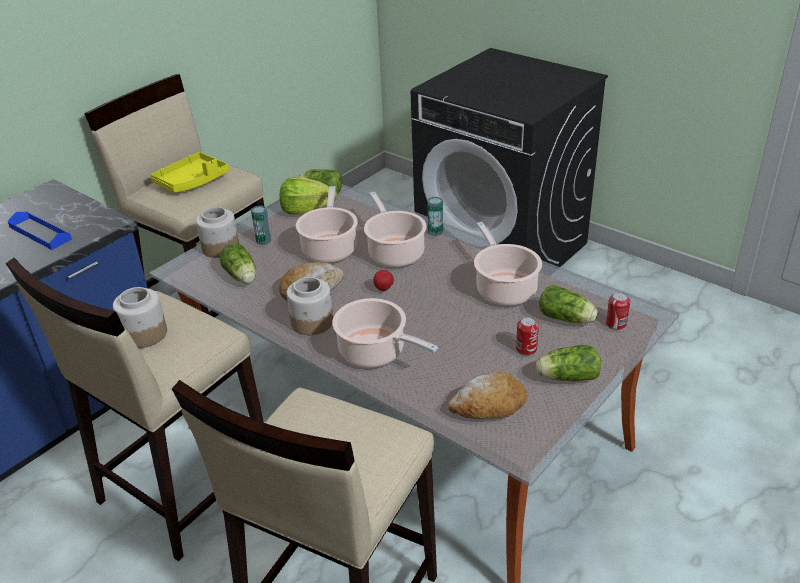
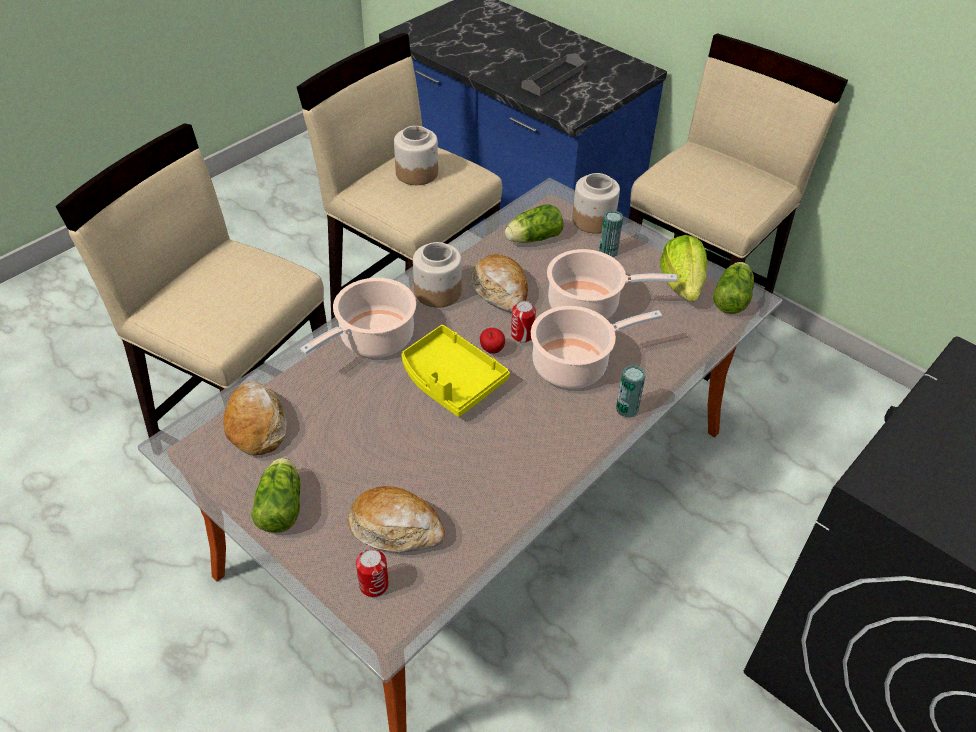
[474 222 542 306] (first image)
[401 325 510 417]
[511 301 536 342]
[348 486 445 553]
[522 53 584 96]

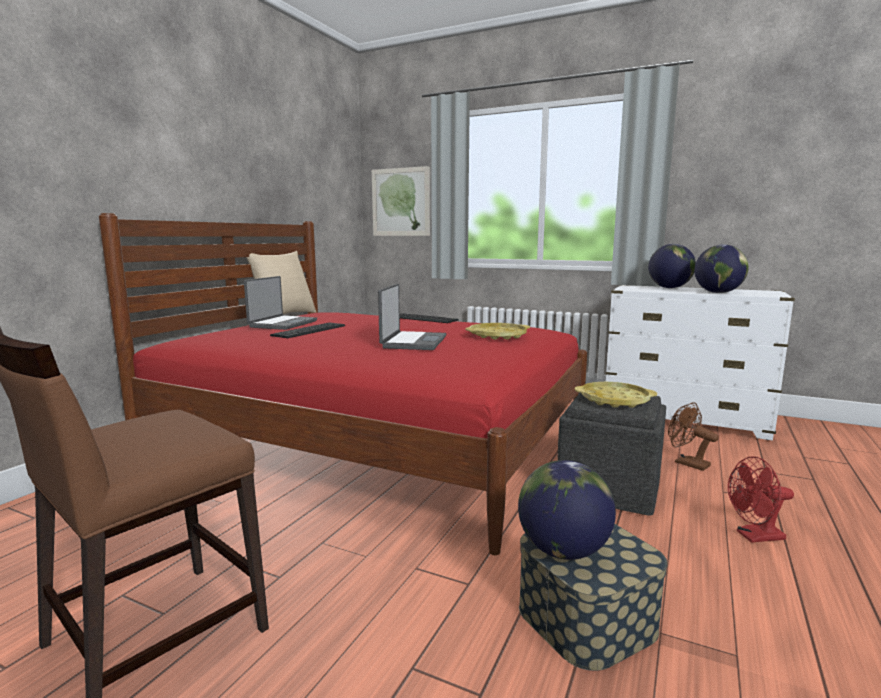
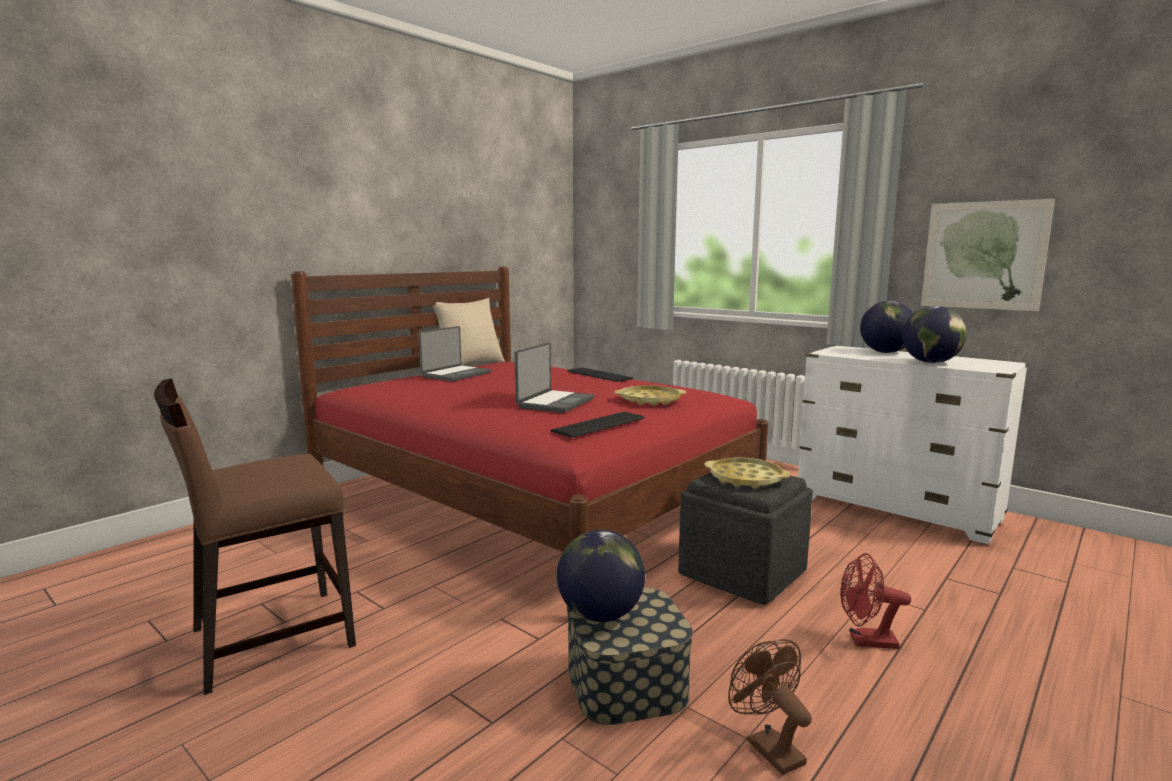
[550 412 644 438]
[921 199 1055 311]
[728 639 812 775]

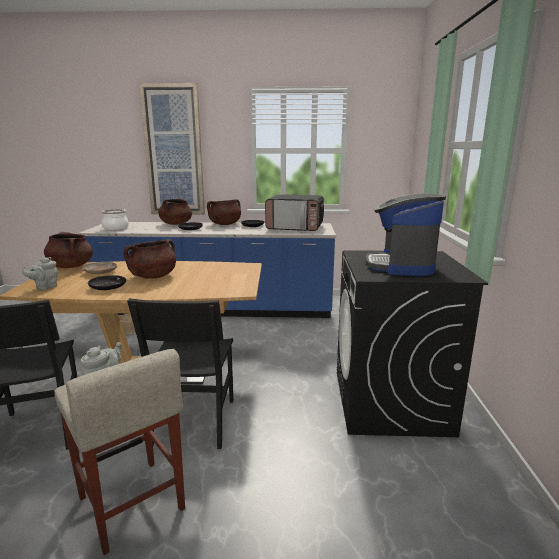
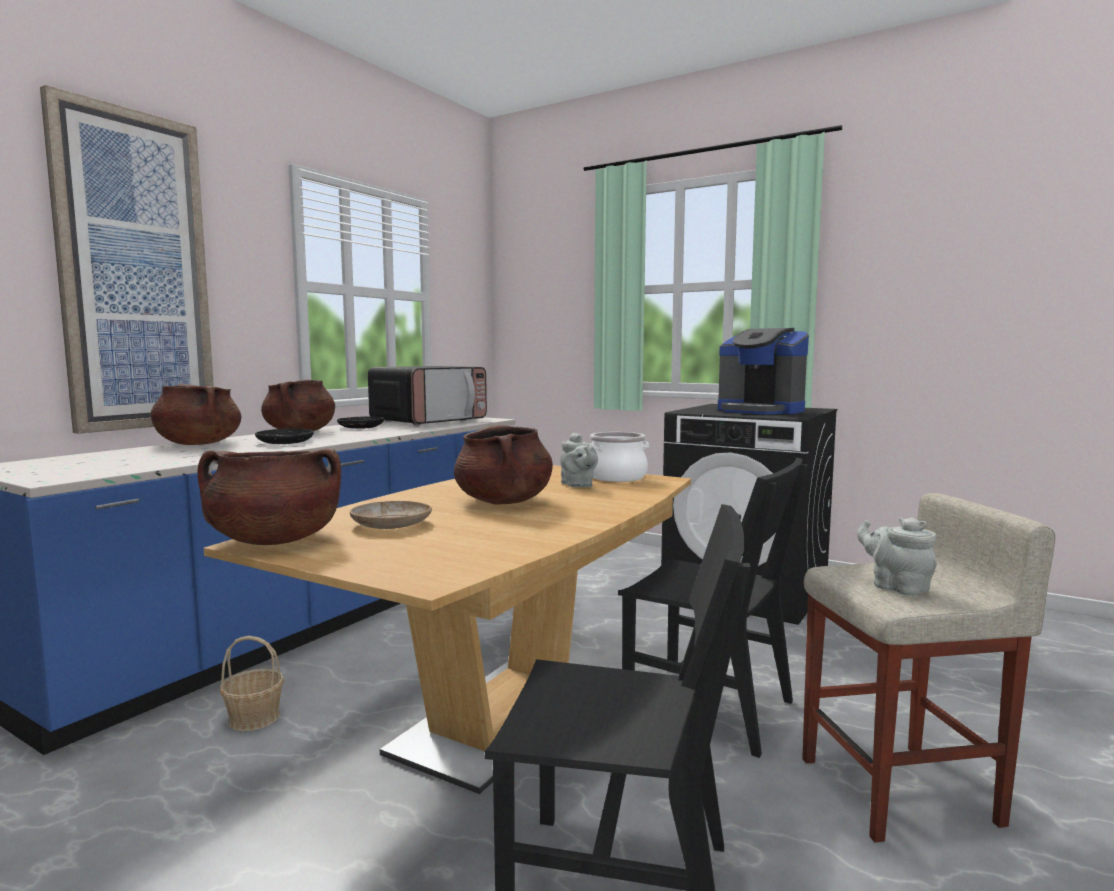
[88 275 126 290] (first image)
[560 433 598 487]
[588 432 649 482]

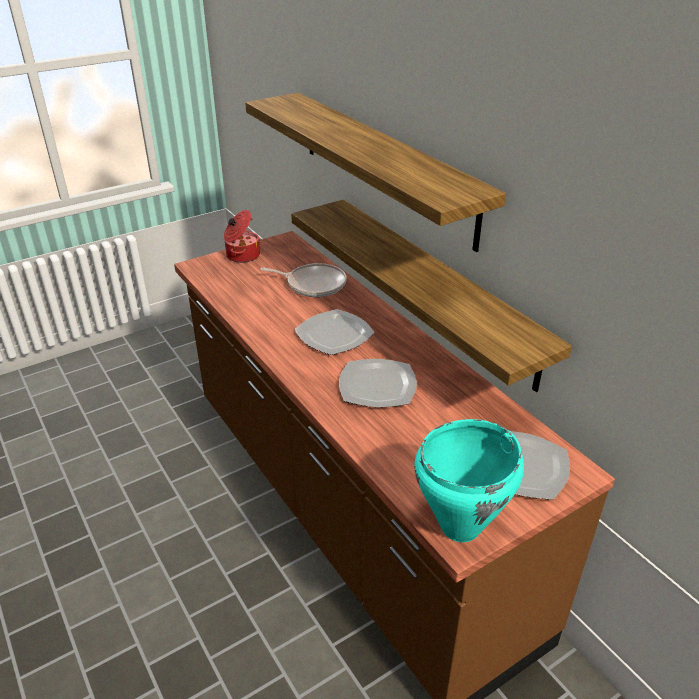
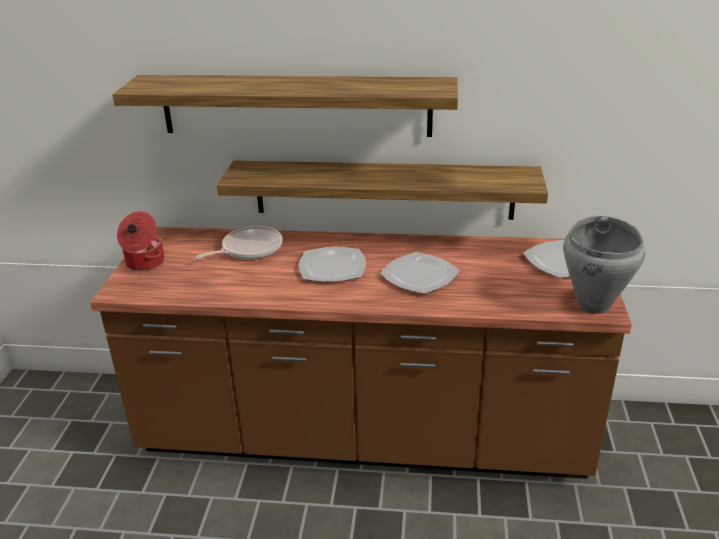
[563 216 645 314]

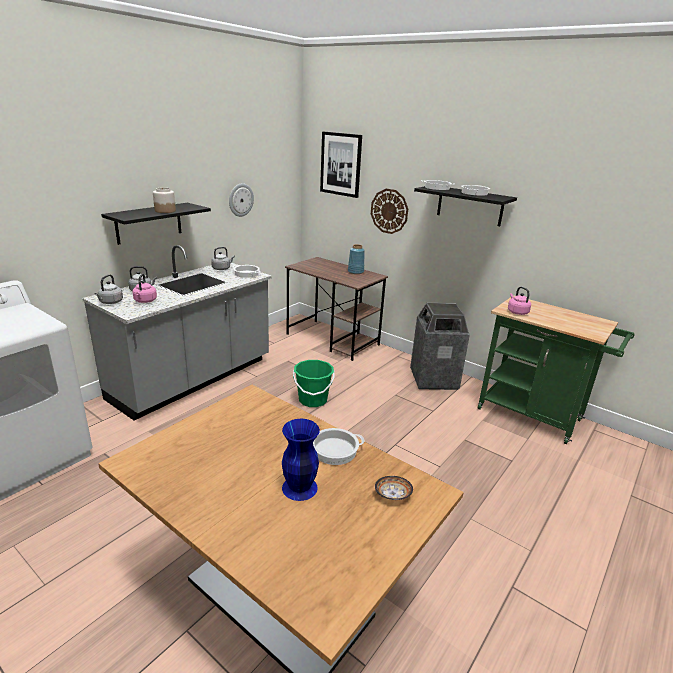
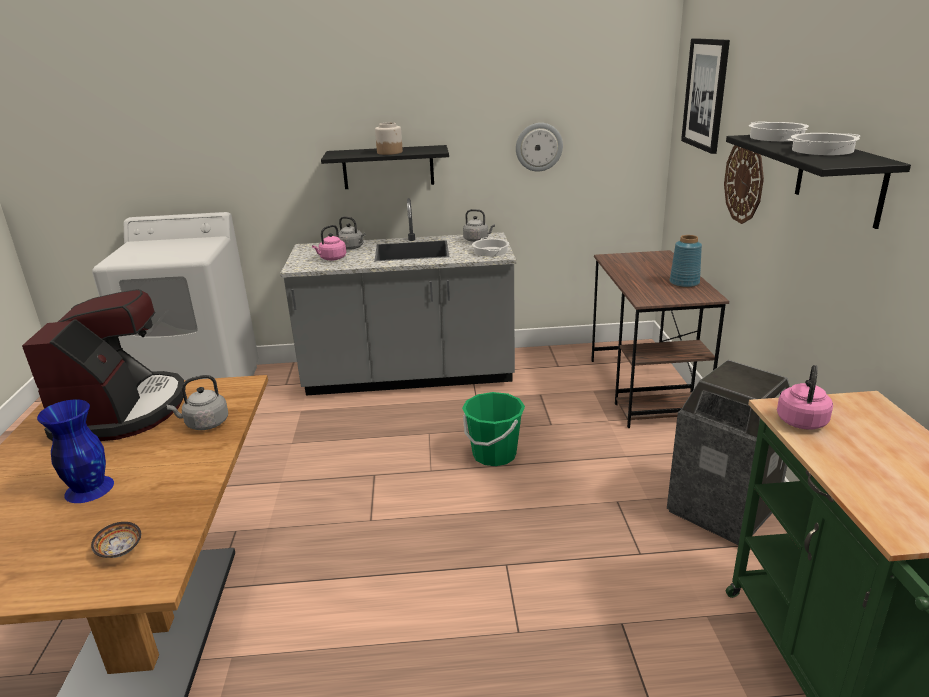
[313 428 365 465] (first image)
[22 289 186 441]
[166 375 228 430]

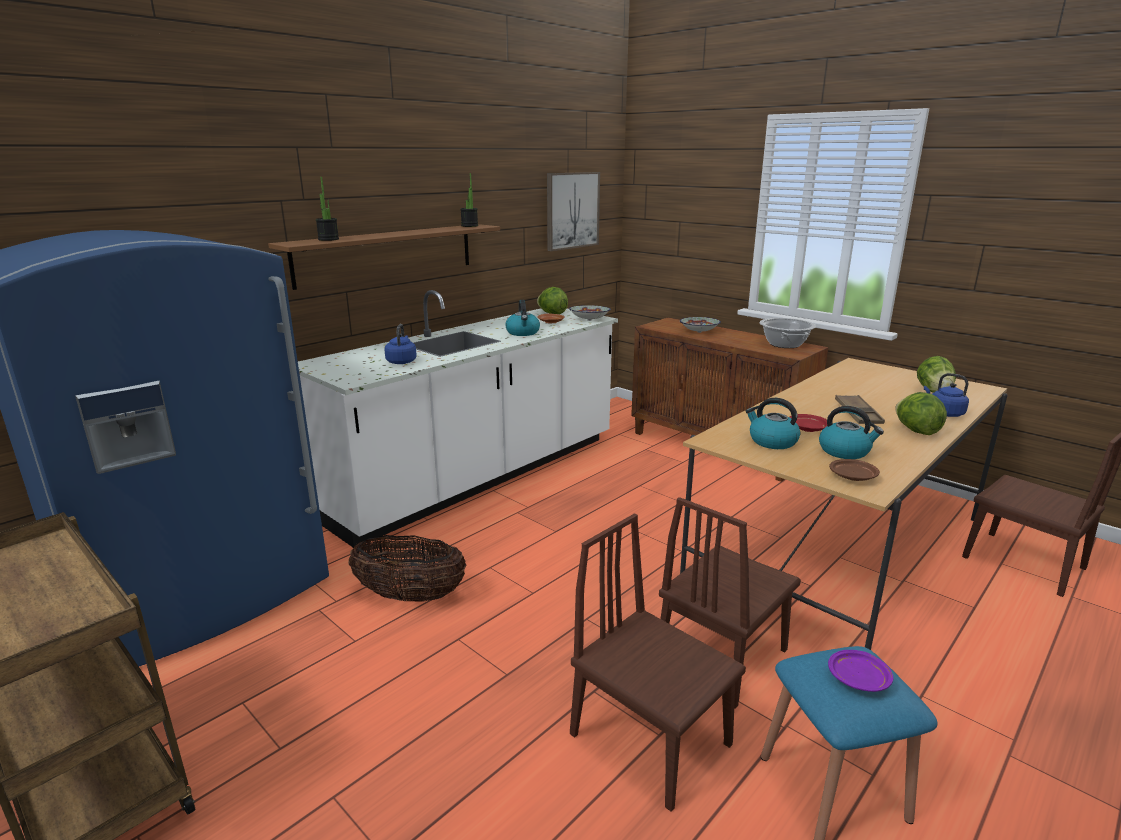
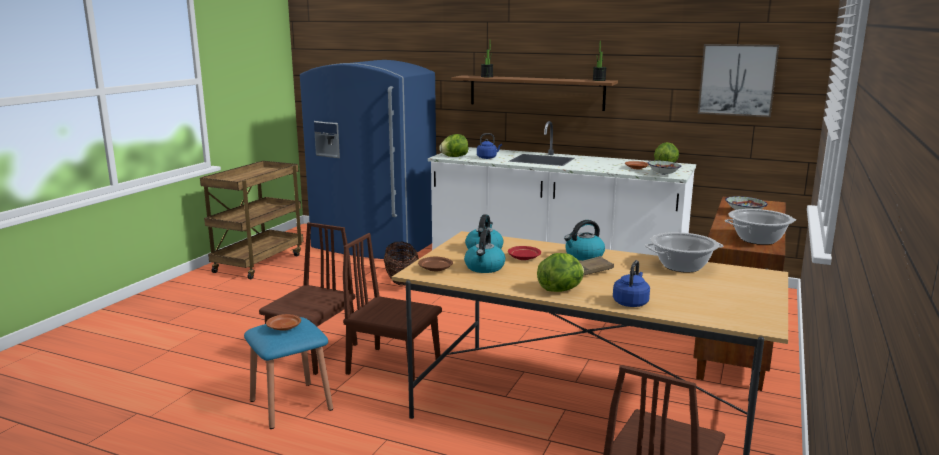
[645 232 723 273]
[564 220 605 261]
[439 134 469 157]
[266 314 301 331]

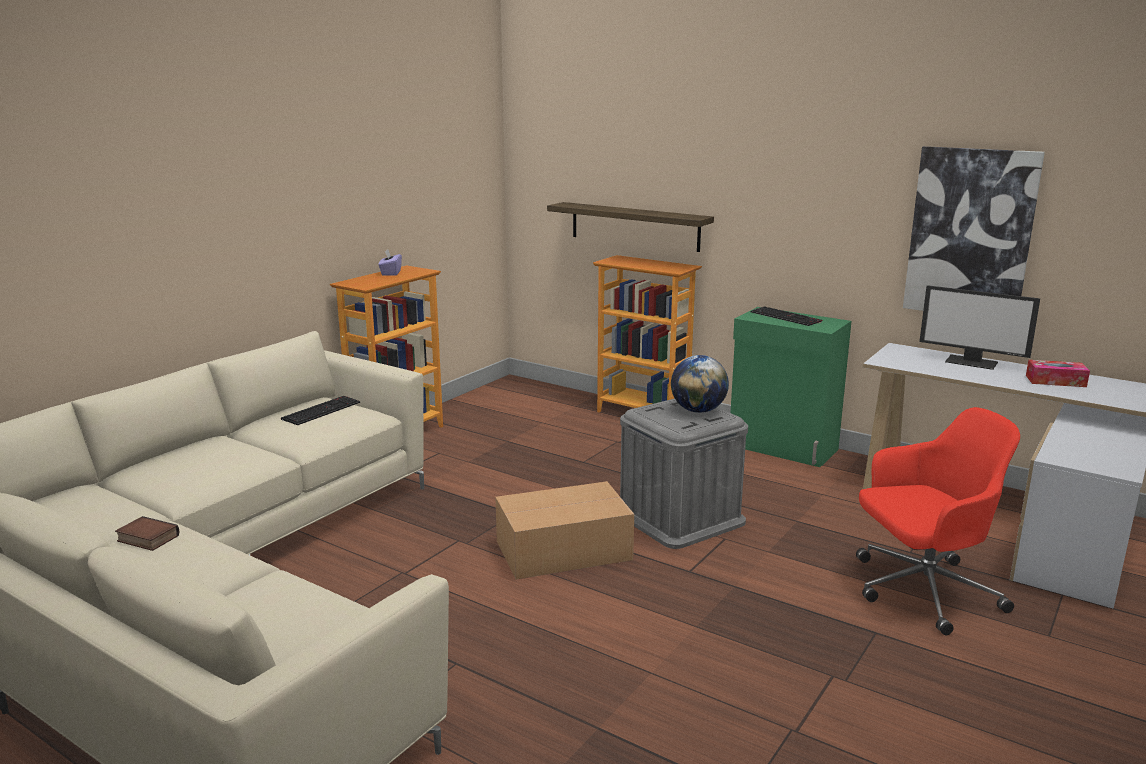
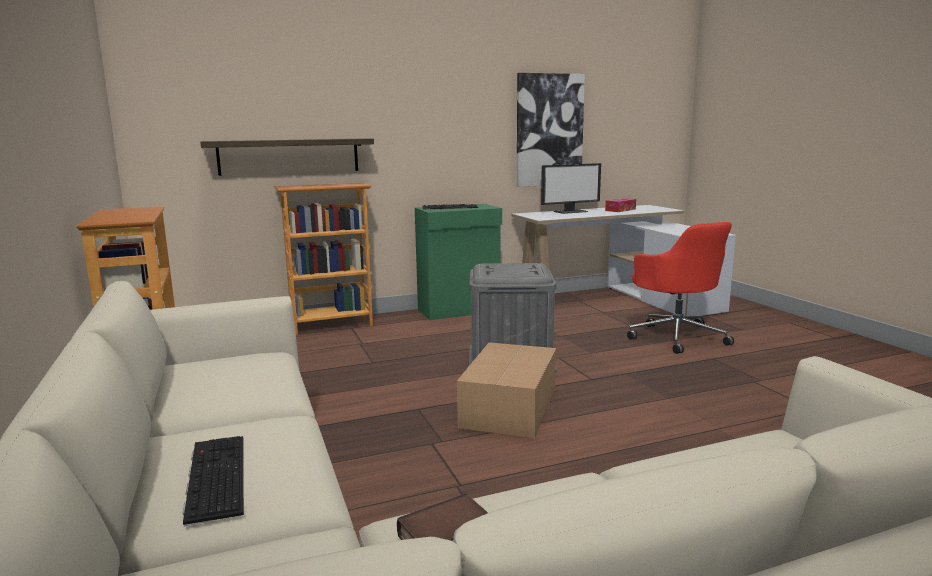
[378 249 402 276] (first image)
[671 355 729 413] (first image)
[182 436 244 527]
[627 222 734 354]

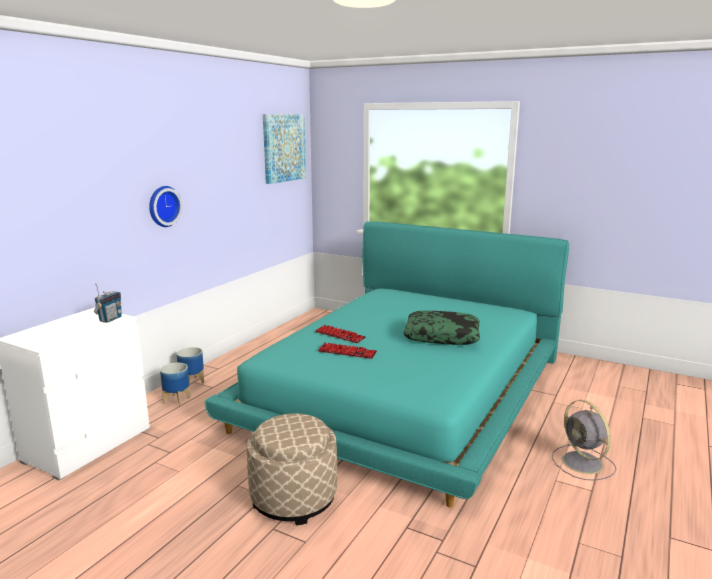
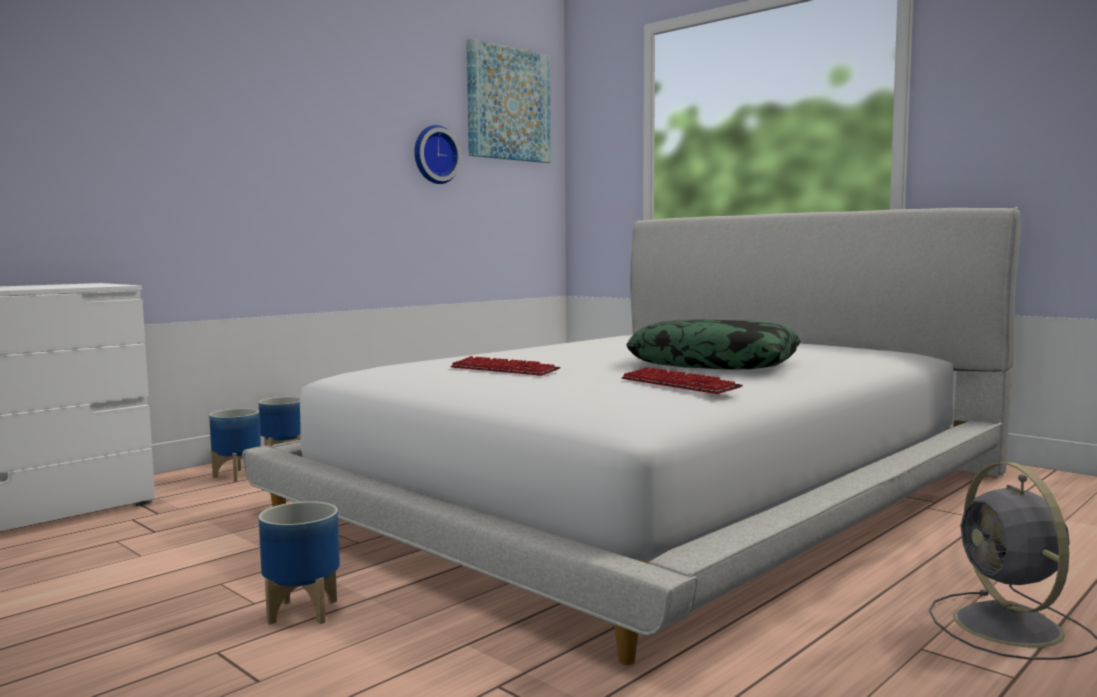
[94 283 122 323] (first image)
[414 125 462 184]
[621 367 742 394]
[259 501 340 625]
[242 207 1021 665]

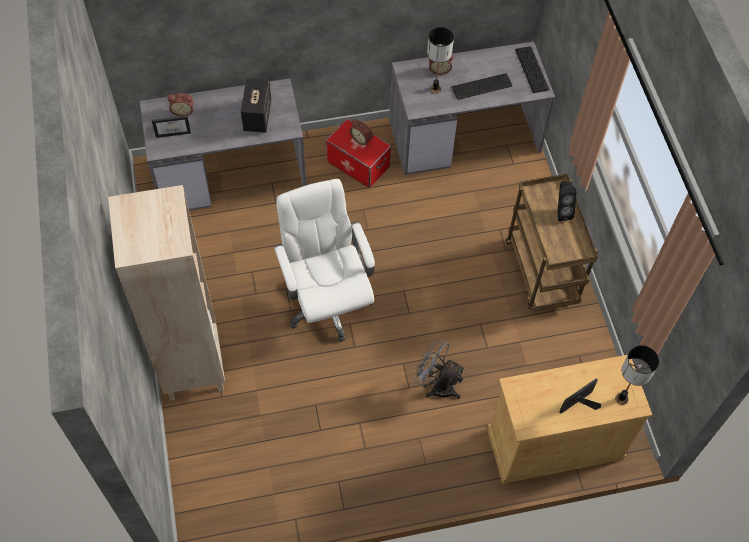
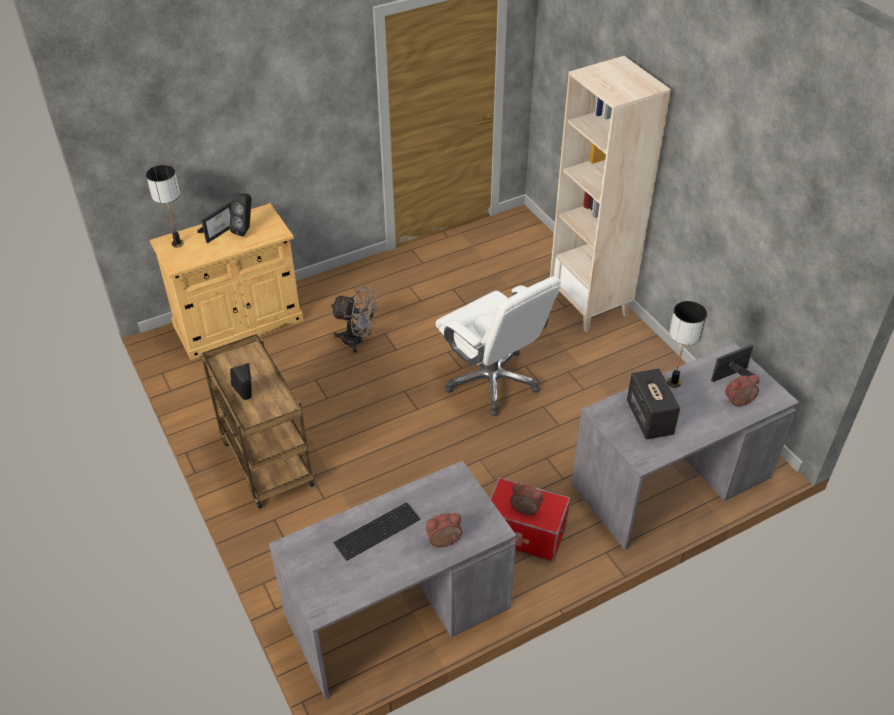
[515 46 550 93] (first image)
[229 194 252 237]
[667 301 707 388]

